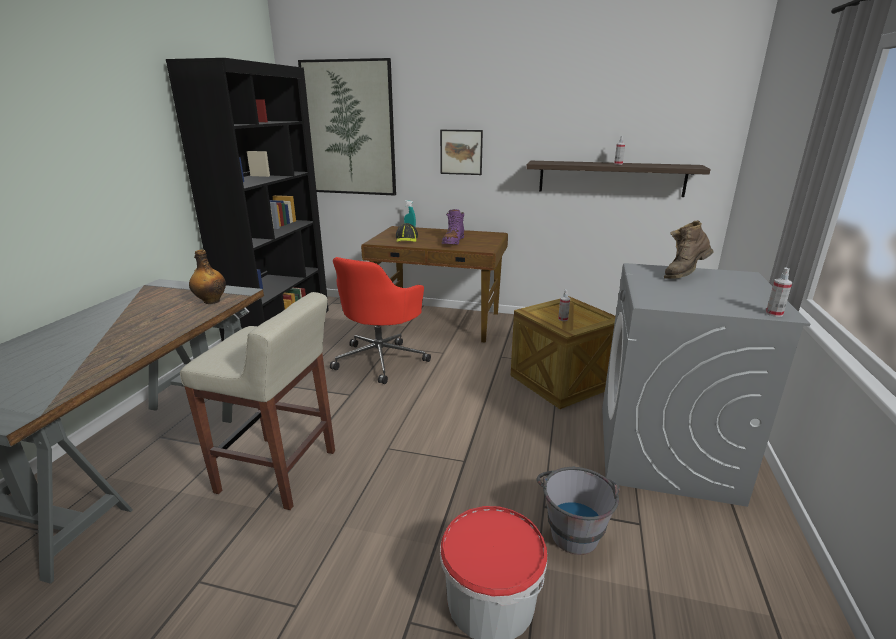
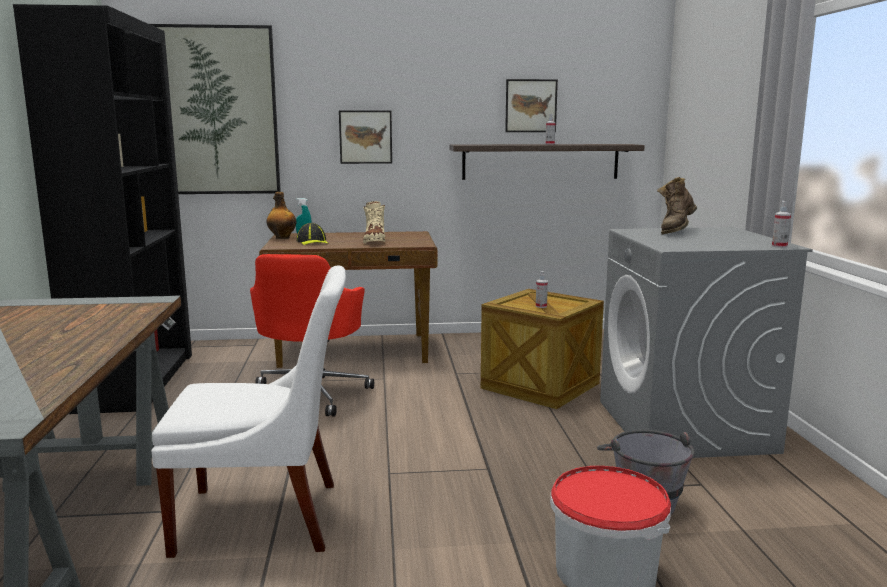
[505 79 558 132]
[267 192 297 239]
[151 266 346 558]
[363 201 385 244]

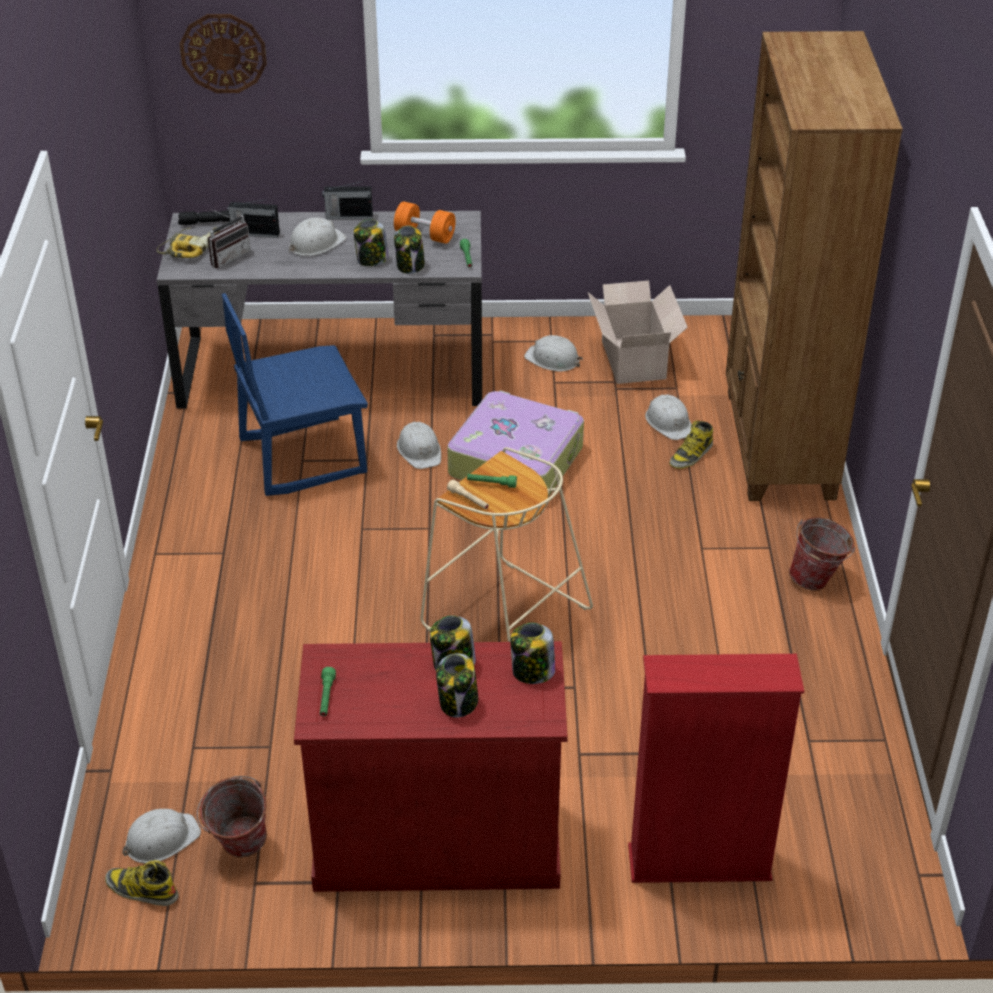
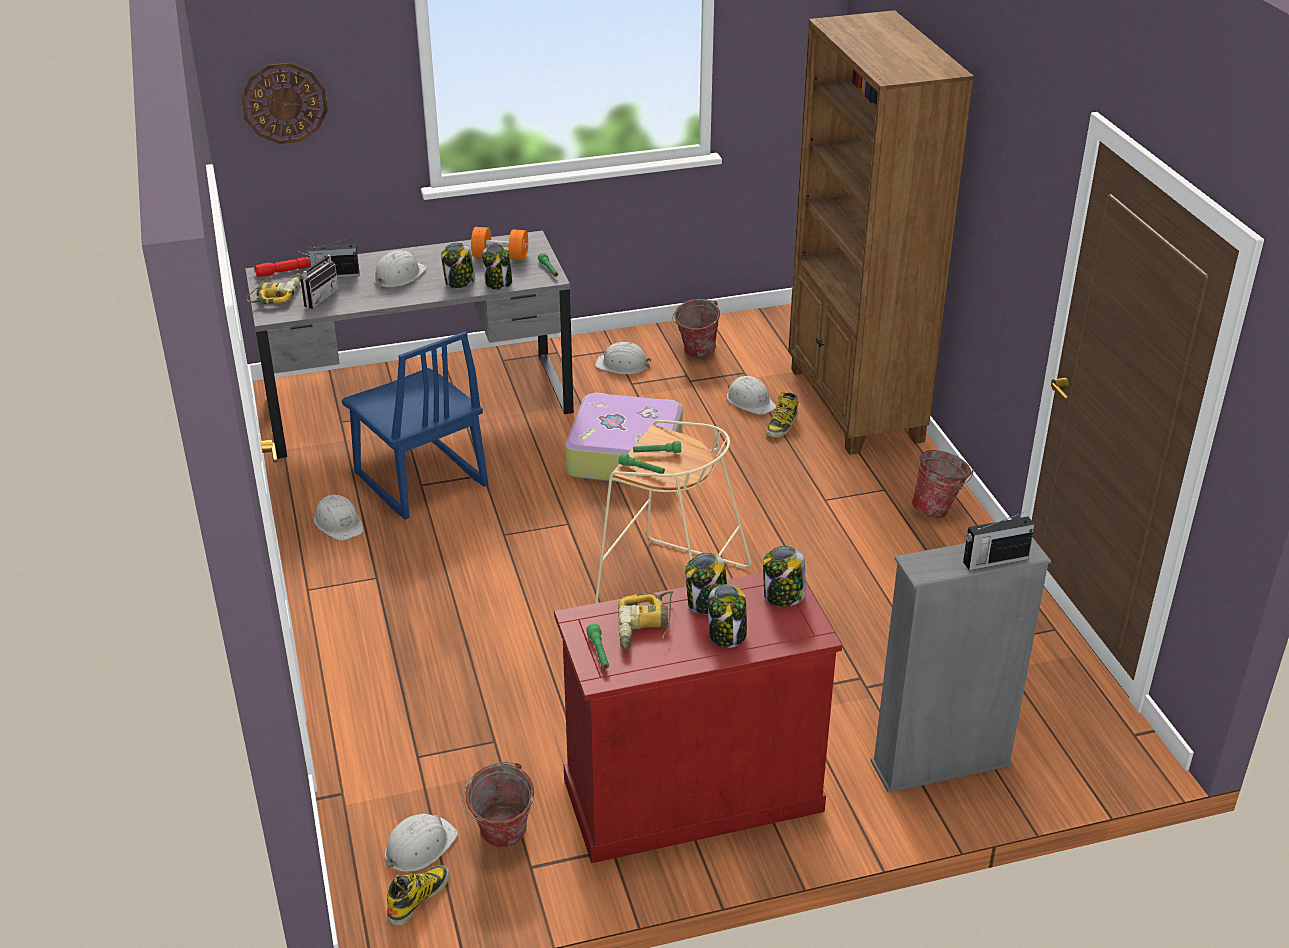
[618 591 673 649]
[963 512 1035 570]
[314 494 363 541]
[672 299 720 358]
[254 257 311 277]
[618 453 665 474]
[870 537 1051 793]
[387 865 450 926]
[342 331 488 520]

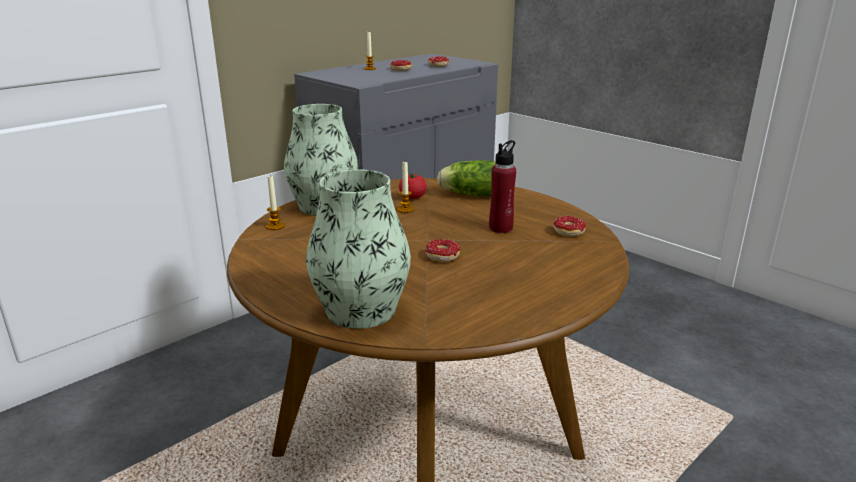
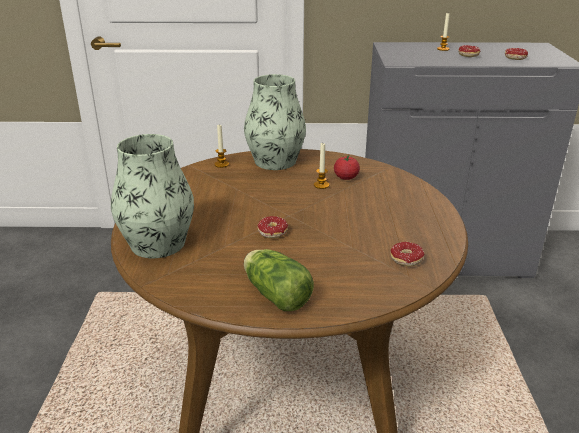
[489 140 516 233] (first image)
[244 249 314 311]

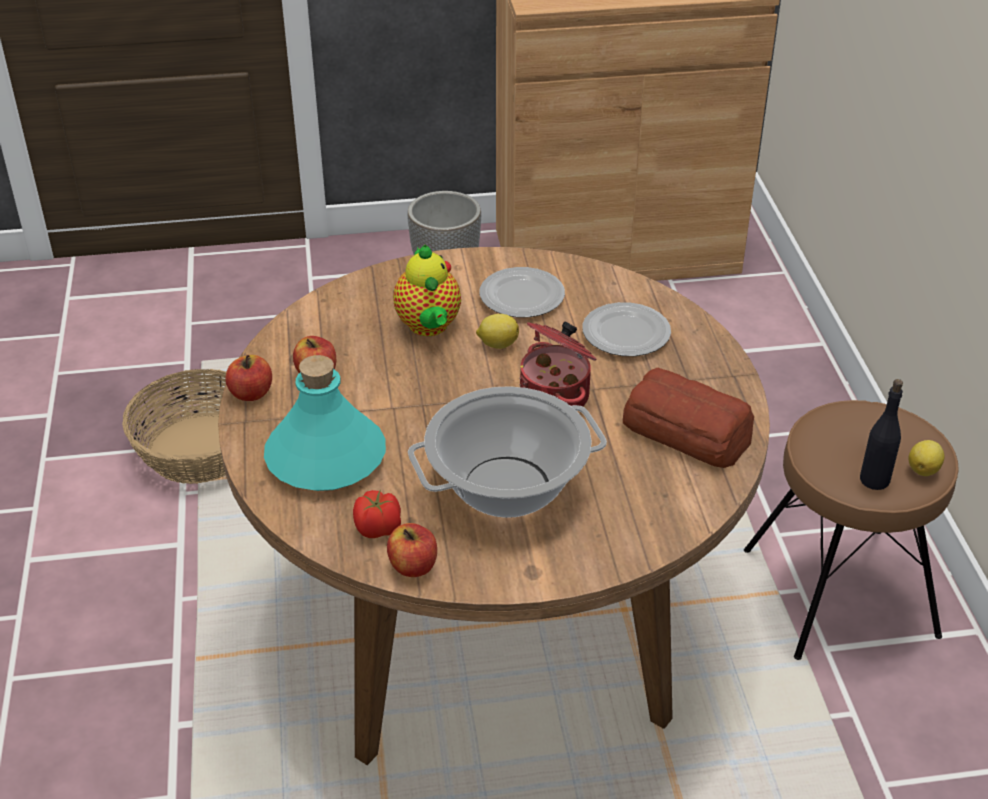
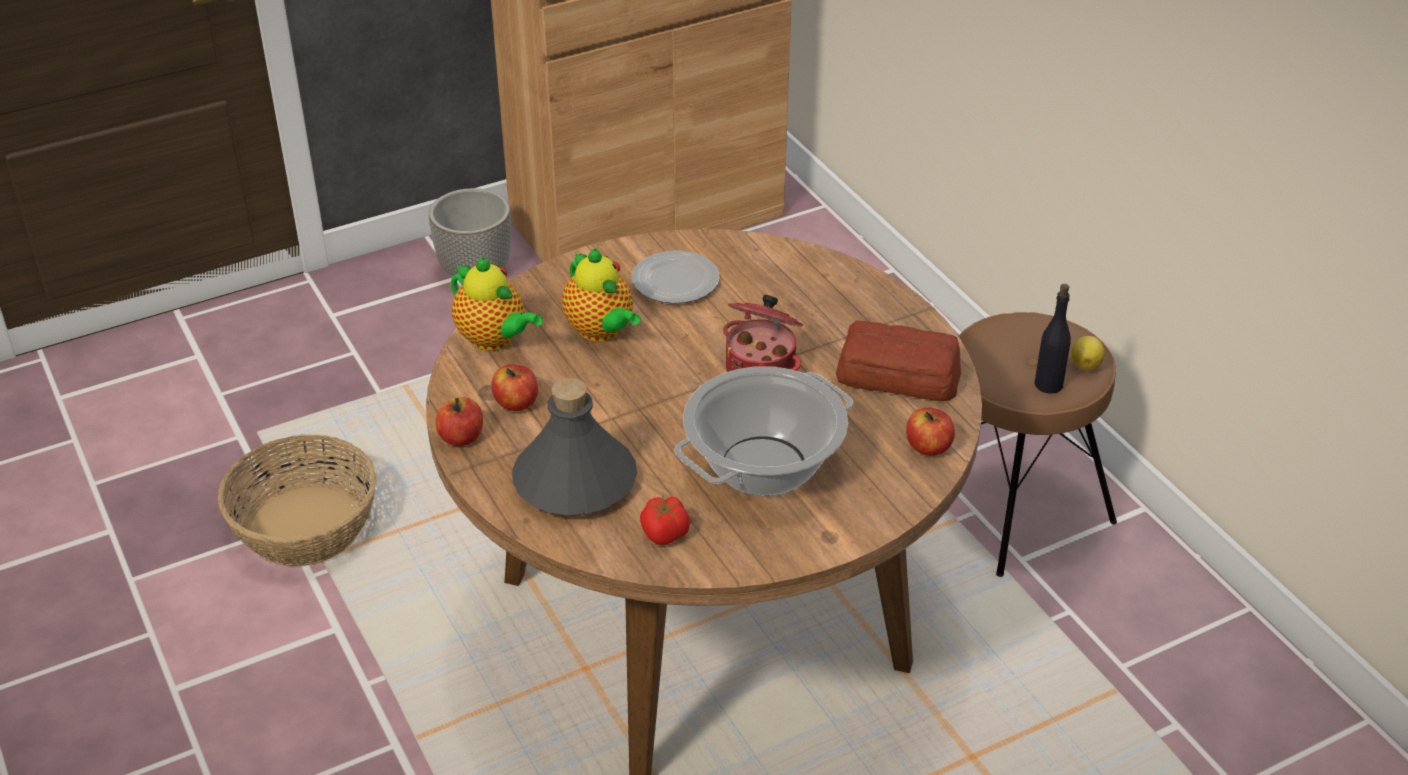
[476 314 519 349] (first image)
[582 302 671 356] (first image)
[451 257 543 351]
[906 407 955 456]
[512 378 637 516]

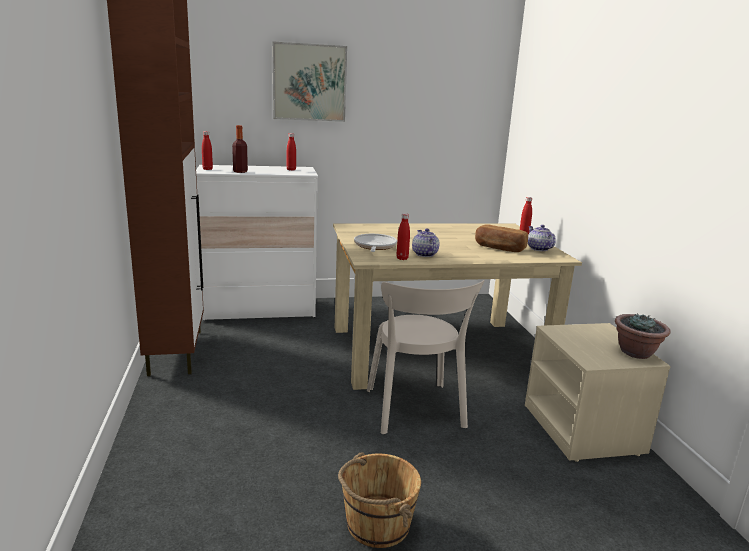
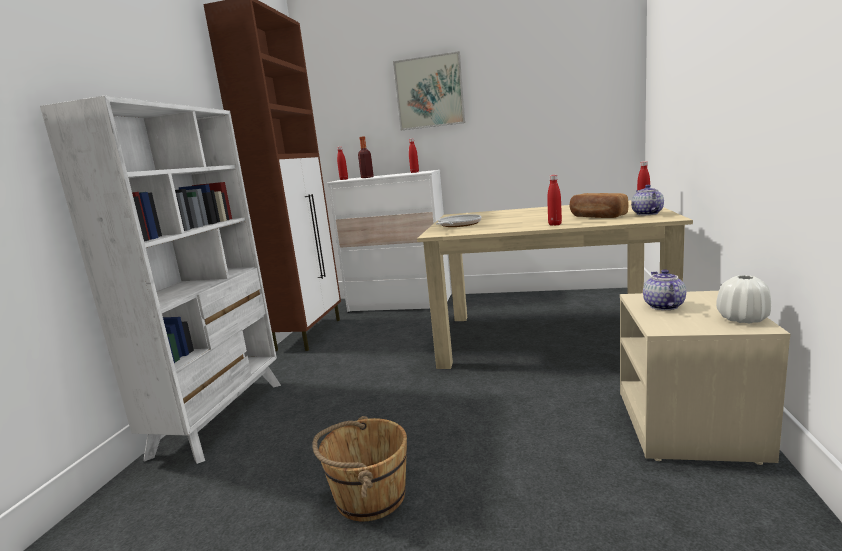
[367 280 485 434] (first image)
[40 96 281 464]
[547 175 562 226]
[643 269 686 310]
[716 275 771 324]

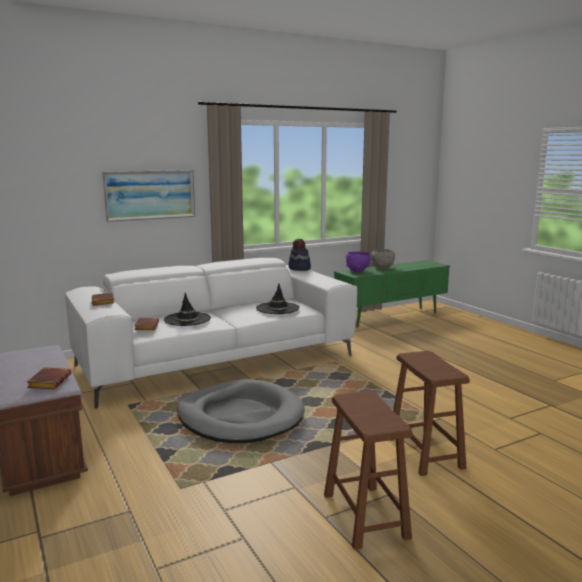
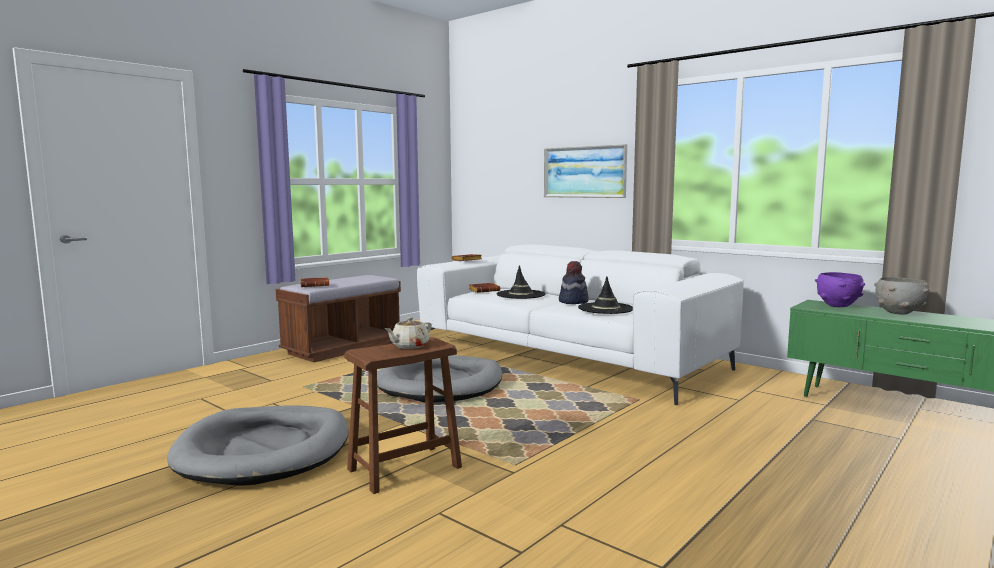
[385 317 432 349]
[559 261 589 304]
[167 405 349 486]

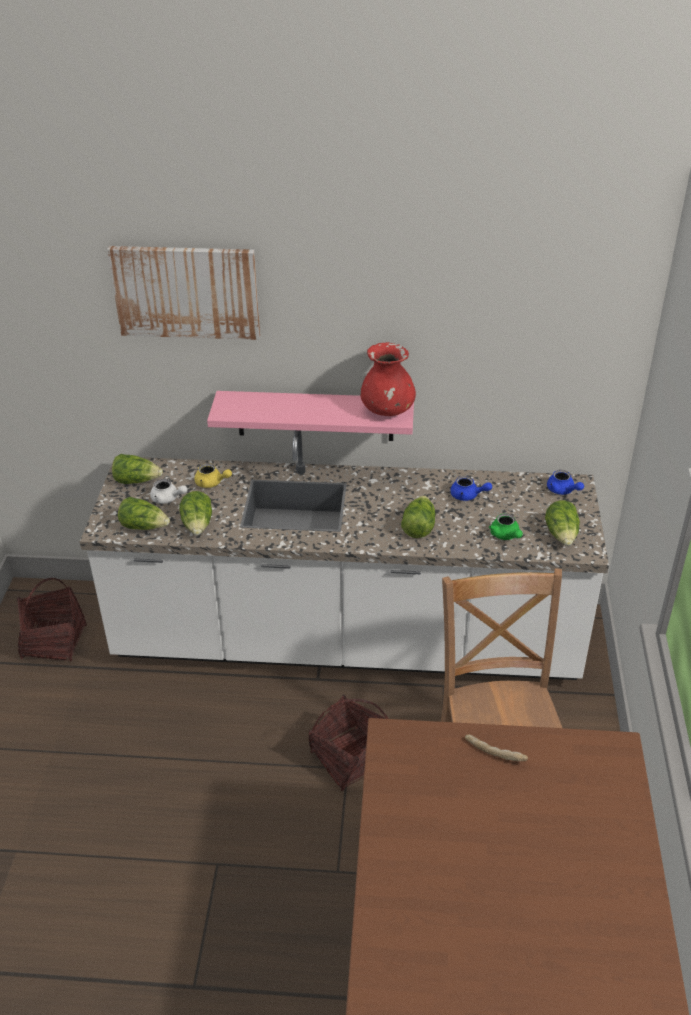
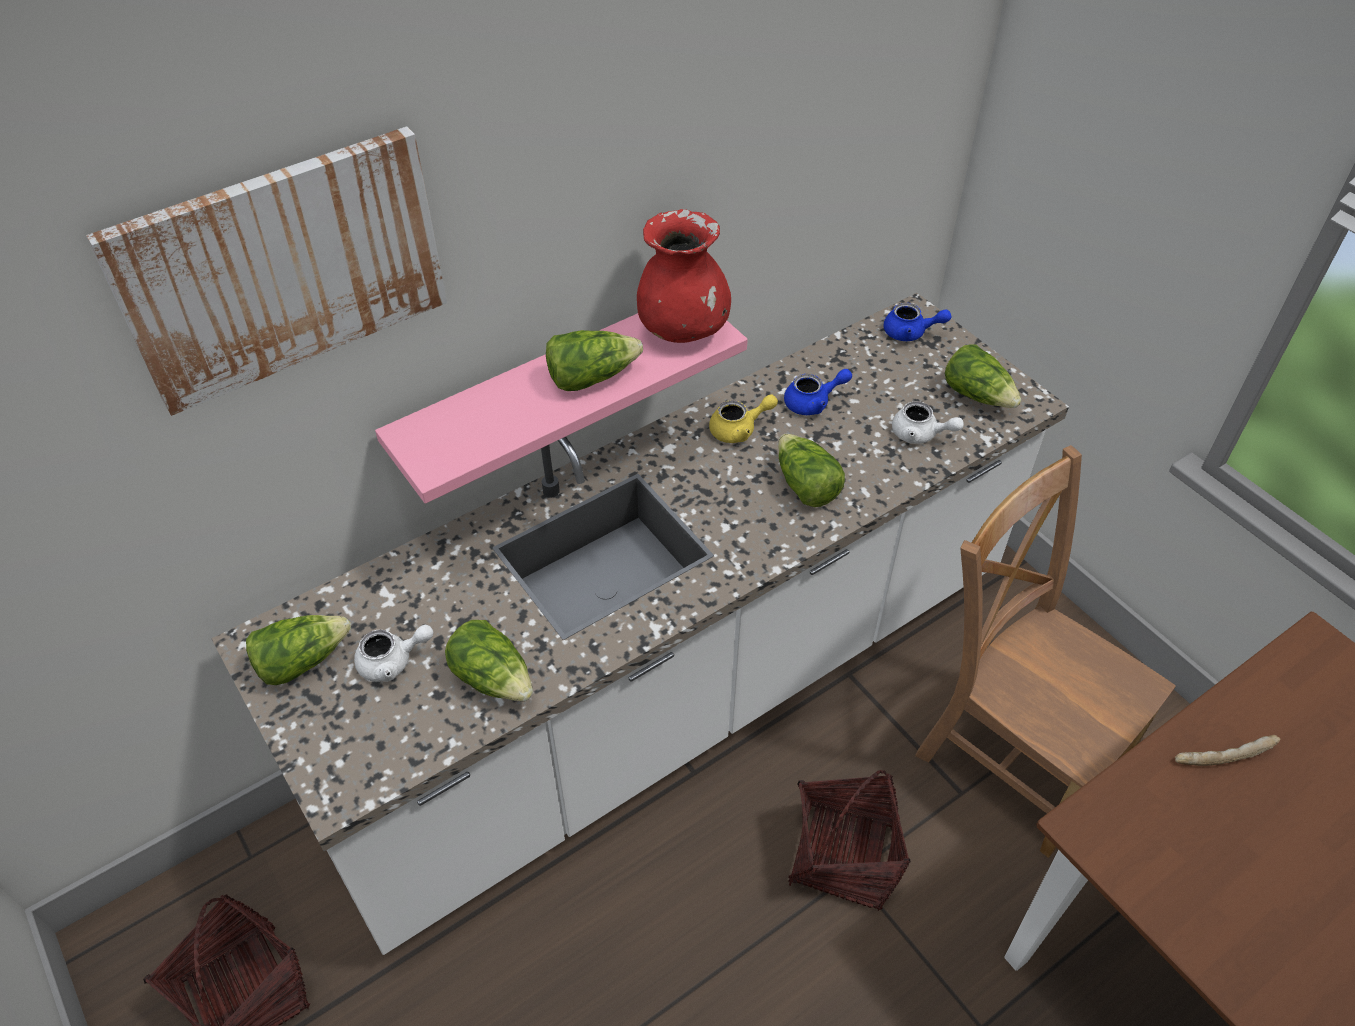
[546 330 643 391]
[709 394 778 443]
[892 401 964 444]

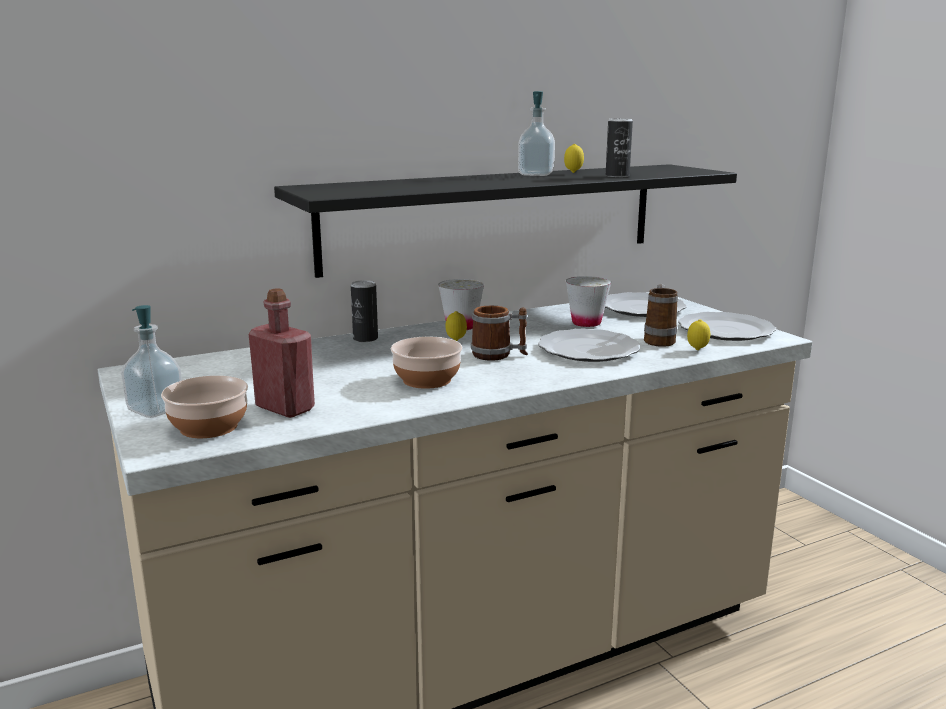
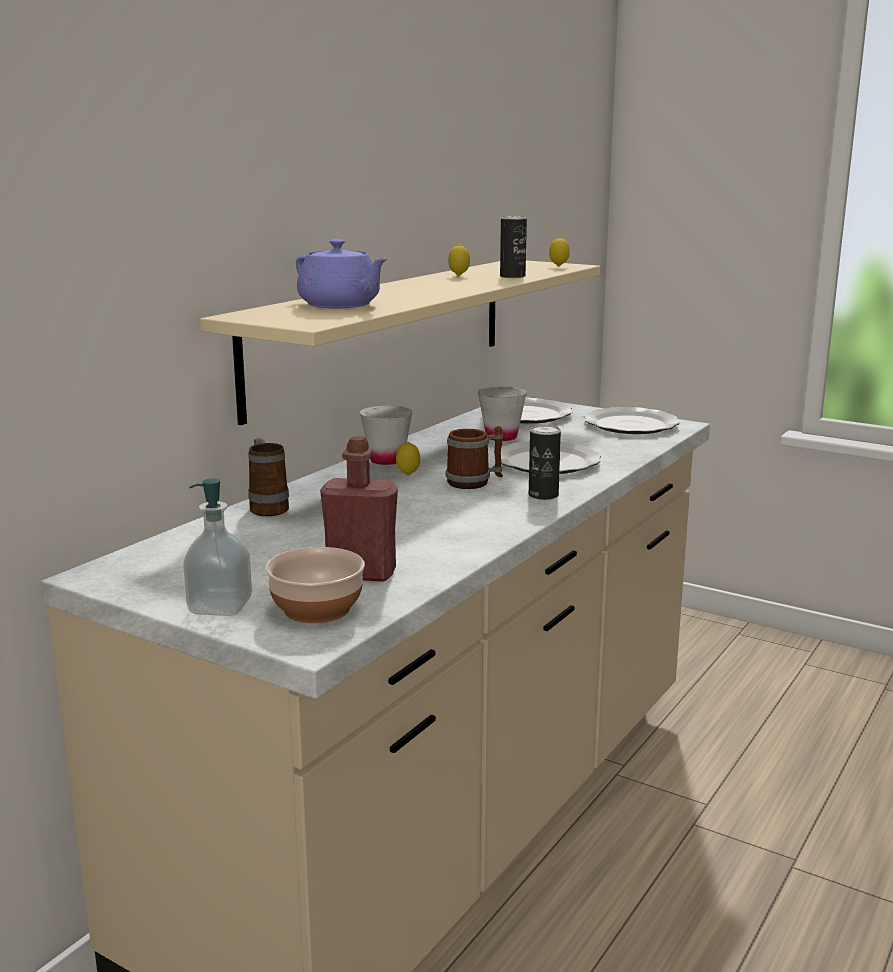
[390 337 462 389] (first image)
[518 91 555 176] (first image)
[296 239 388 308]
[529 425 561 500]
[248 438 289 516]
[549 237 570 267]
[200 260 600 425]

